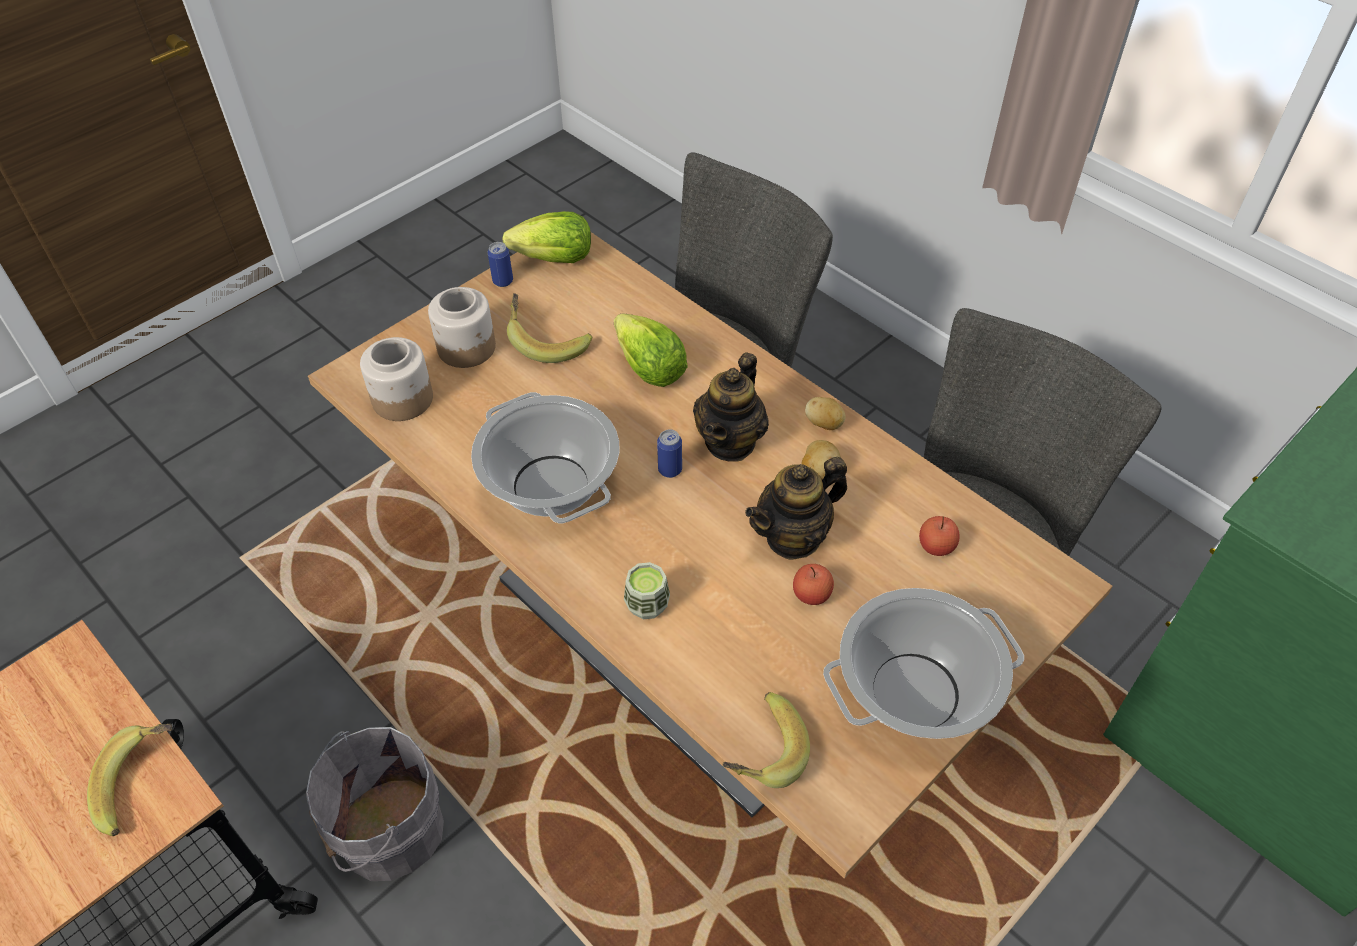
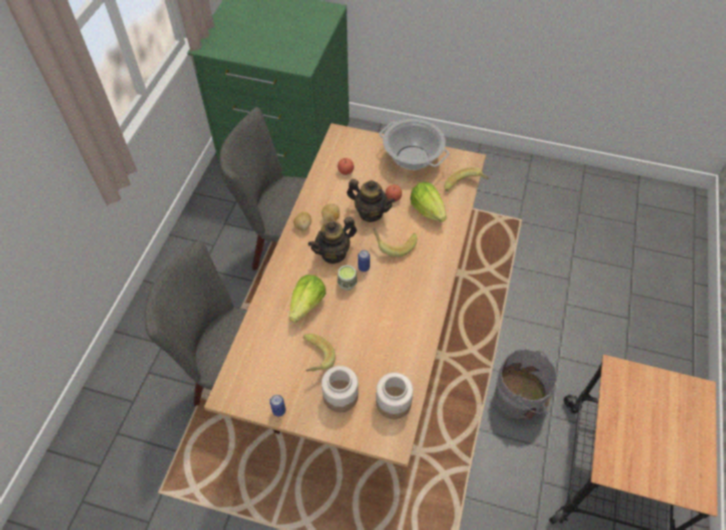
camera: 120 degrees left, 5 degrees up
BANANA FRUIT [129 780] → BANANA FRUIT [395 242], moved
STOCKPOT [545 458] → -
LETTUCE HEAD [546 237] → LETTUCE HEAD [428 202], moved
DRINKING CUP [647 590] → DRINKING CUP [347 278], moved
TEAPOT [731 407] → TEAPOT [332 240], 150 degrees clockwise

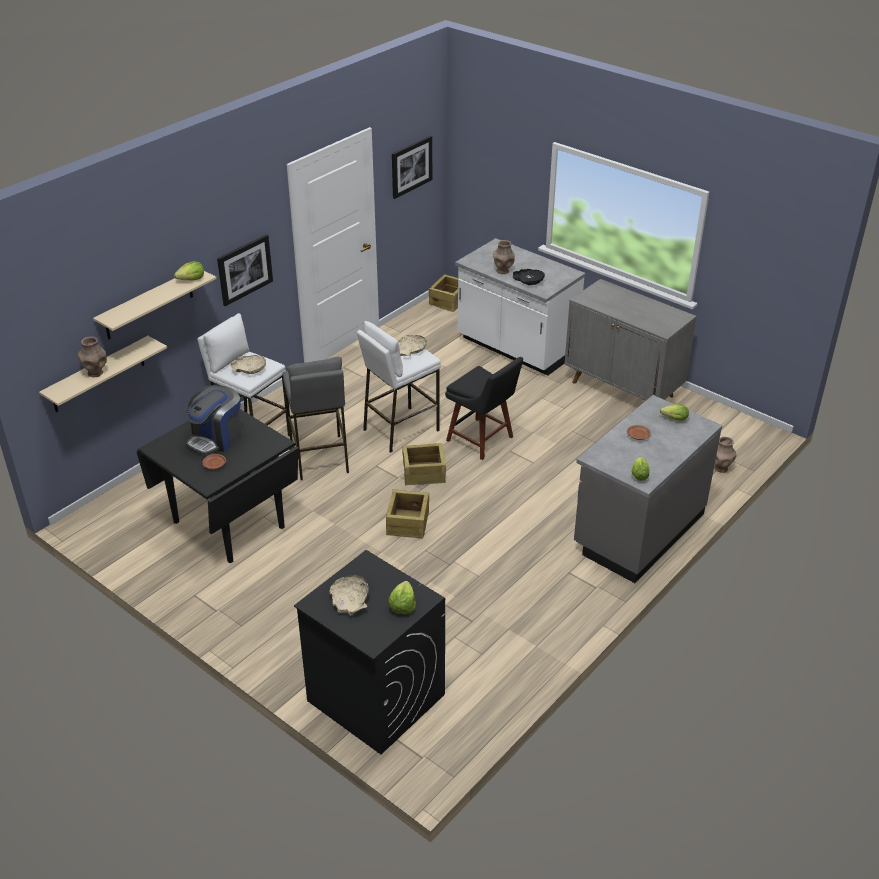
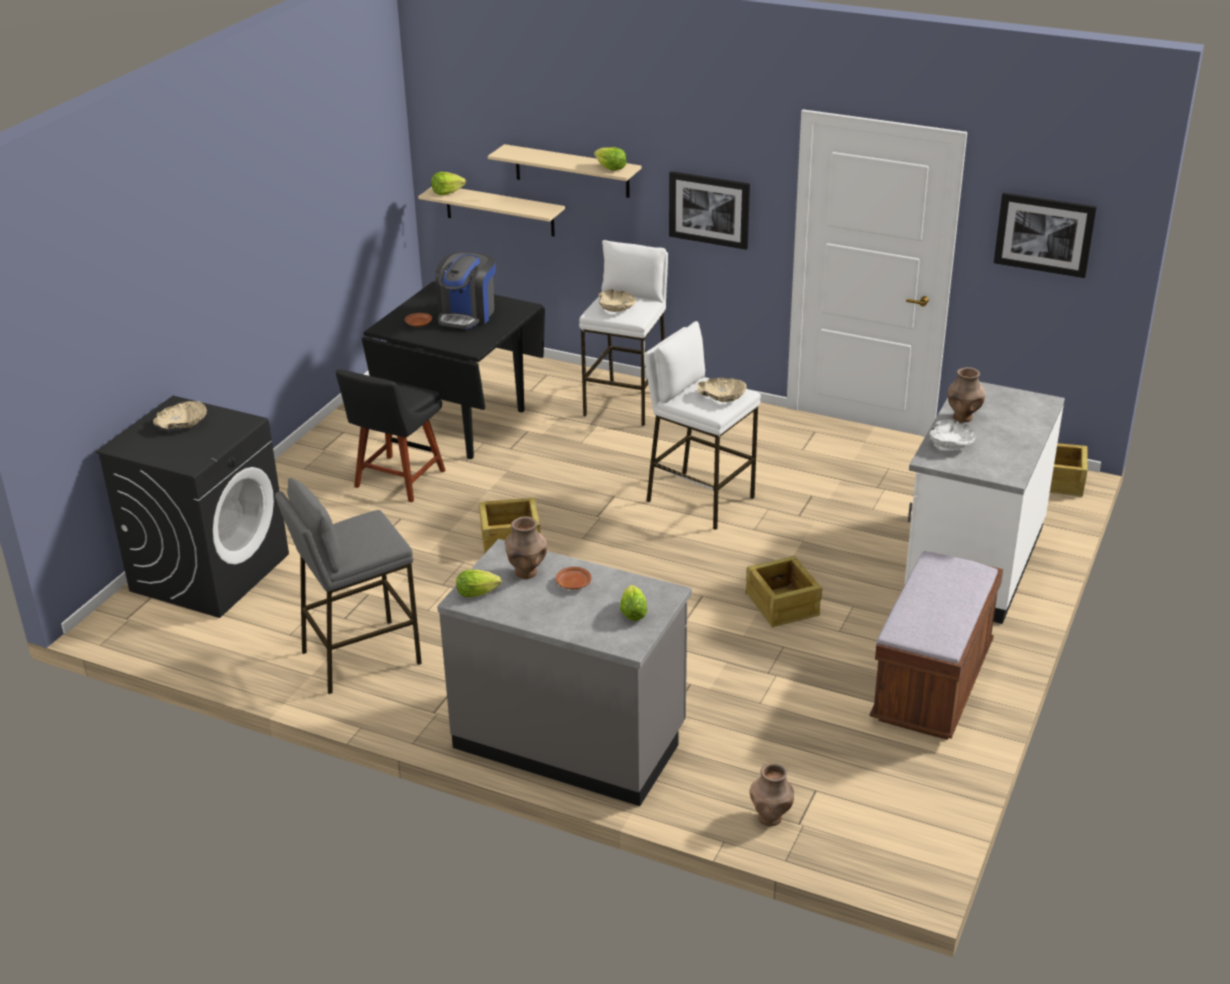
camera: 75 degrees right, 5 degrees down
BROWN-COLOURED FLOWER VASE [92 357] → BROWN-COLOURED FLOWER VASE [526 547], moved
COFFEE MACHINE [213 420] → COFFEE MACHINE [465 290], 90 degrees counterclockwise
GRAY STOOL SEAT [315 418] → GRAY STOOL SEAT [348 586], moved
LETTUCE HEAD [402 597] → LETTUCE HEAD [448 183], moved
SHIPPING CRATE [424 464] → SHIPPING CRATE [783 591], moved
BLACK UPRIGHT CHAIR [484 408] → BLACK UPRIGHT CHAIR [391 435], moved
BLACK SERVING BOWL [529 277] → WHITISH SERVING BOWL [952 434]
GRAY STORAGE CABINET [630 340] → BROWN-COLOURED BENCH [936 645]

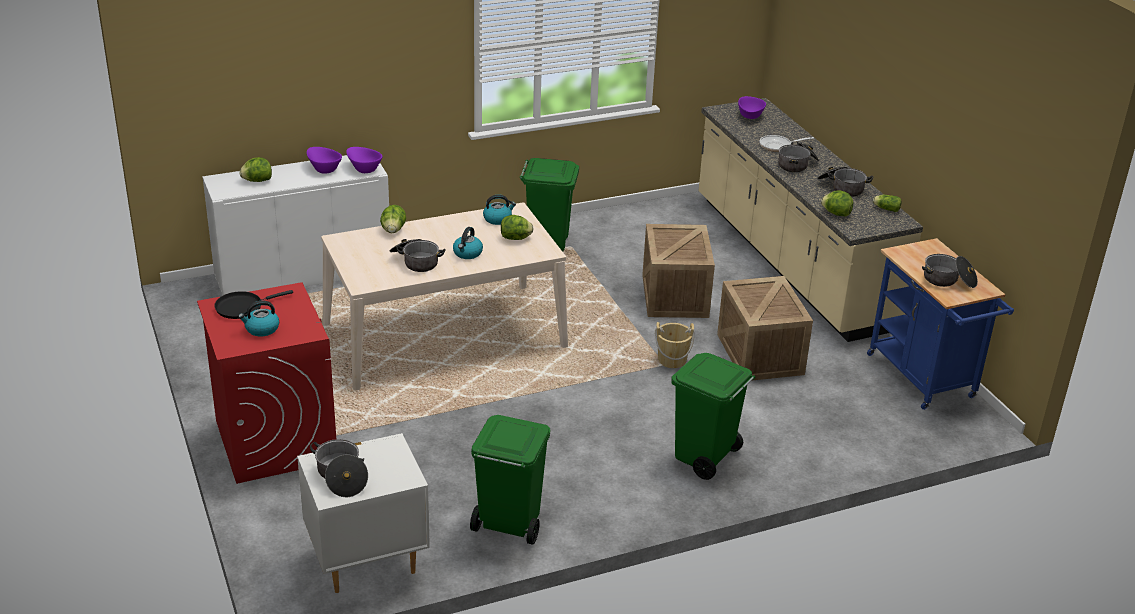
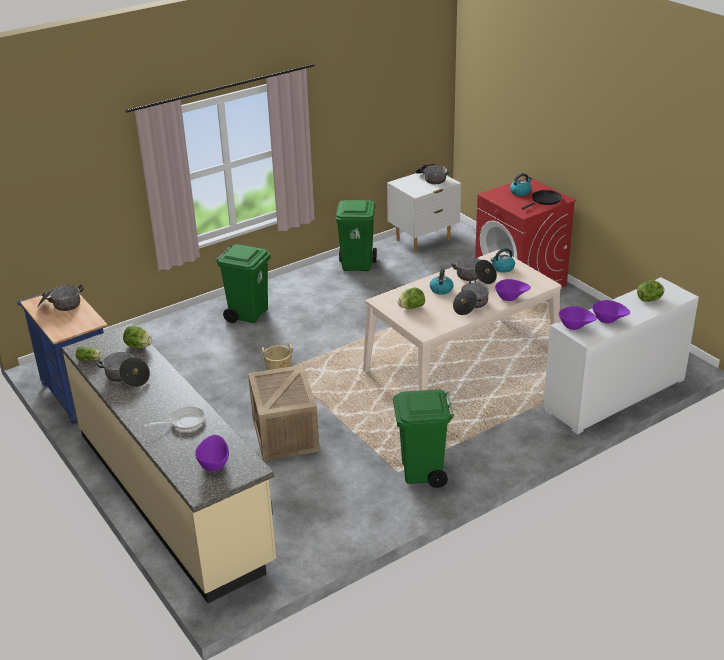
camera: 170 degrees right, 0 degrees up
LETTUCE HEAD [393 219] → PURPLE-COLOURED SERVING BOWL [513 290]
WATER KETTLE [499 210] → WATER KETTLE [502 260], moved
SHIPPING CRATE [765 328] → -
STOCKPOT [798 156] → STOCKPOT [471 297], moved

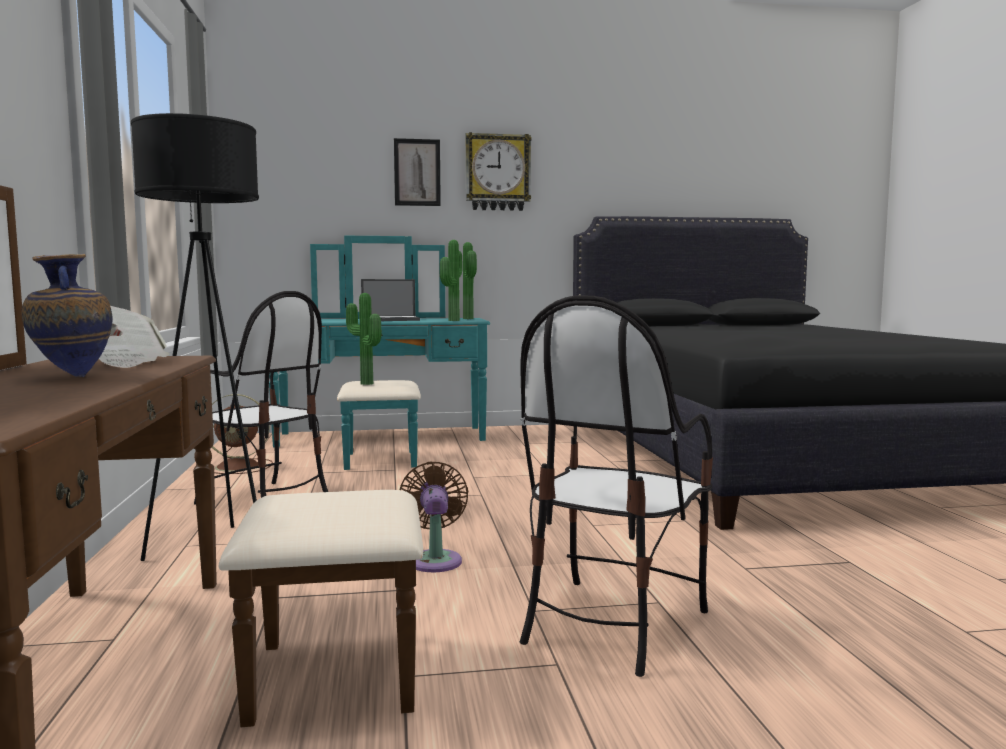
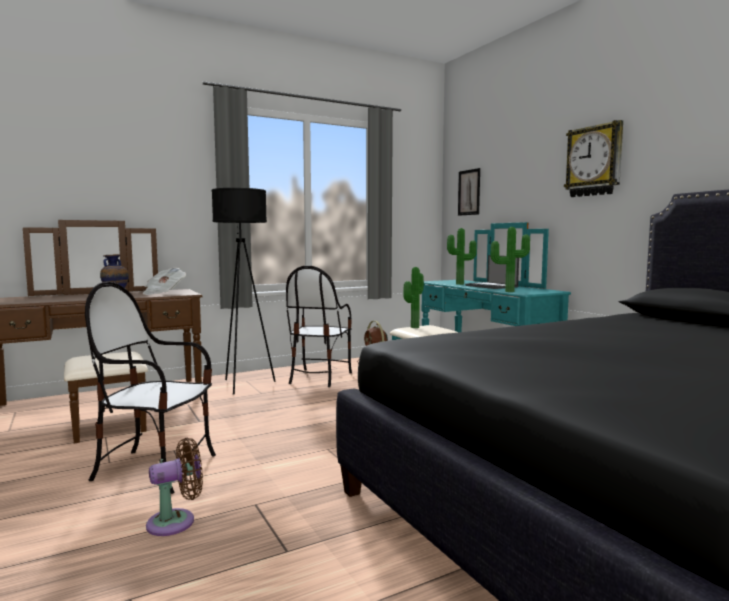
camera: 70 degrees right, 0 degrees up
PICTURE [417 172] → PICTURE [469 192], moved
BROWN-COLOURED COOLING FAN [434 516] → BROWN-COLOURED COOLING FAN [174 486], moved
PLANT IN A POT [470 280] → PLANT IN A POT [462 256], moved

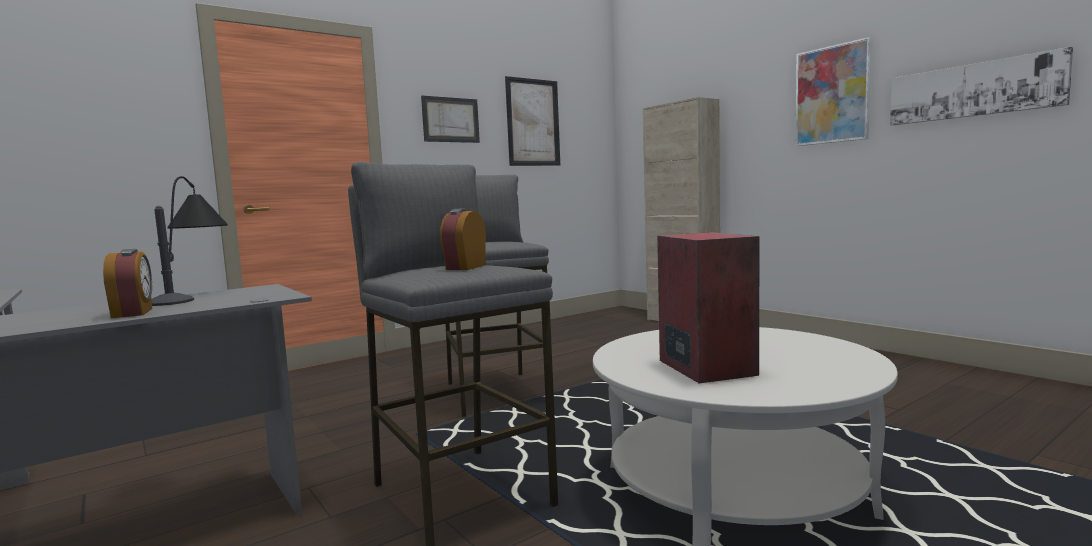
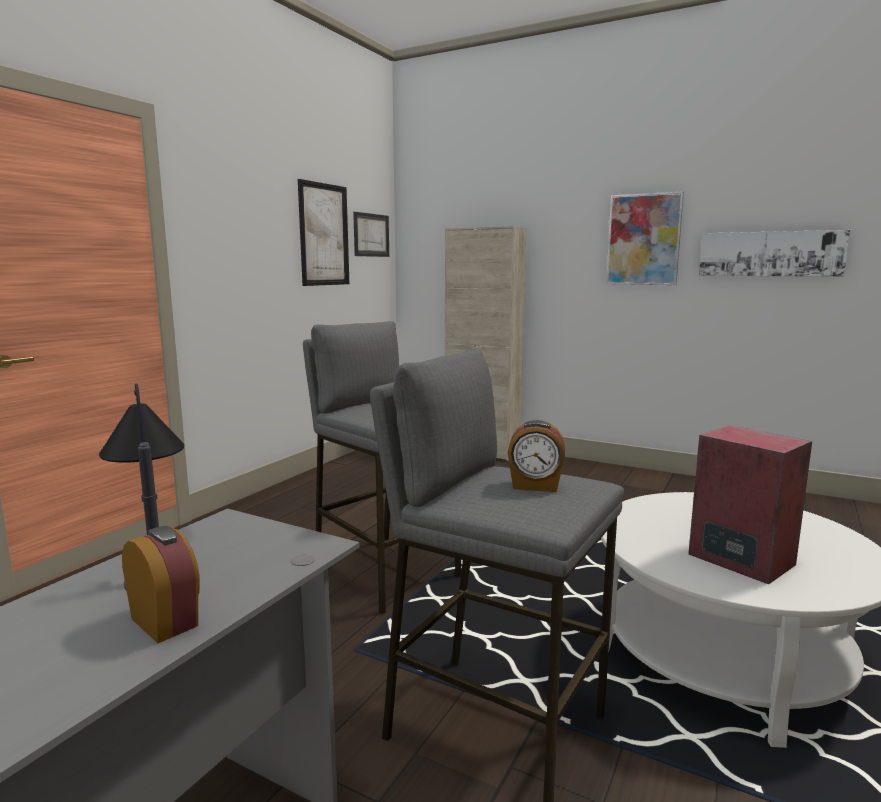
camera: 25 degrees left, 5 degrees up
PICTURE [450 119] → PICTURE [371 234], moved
TABLE CLOCK [463 239] → TABLE CLOCK [536 456], 75 degrees counterclockwise

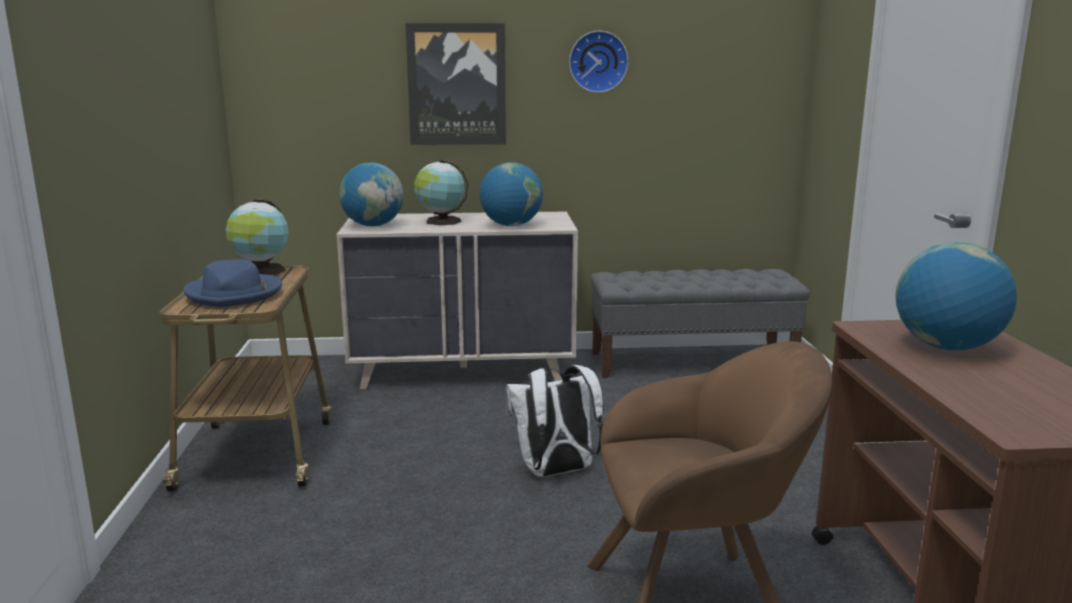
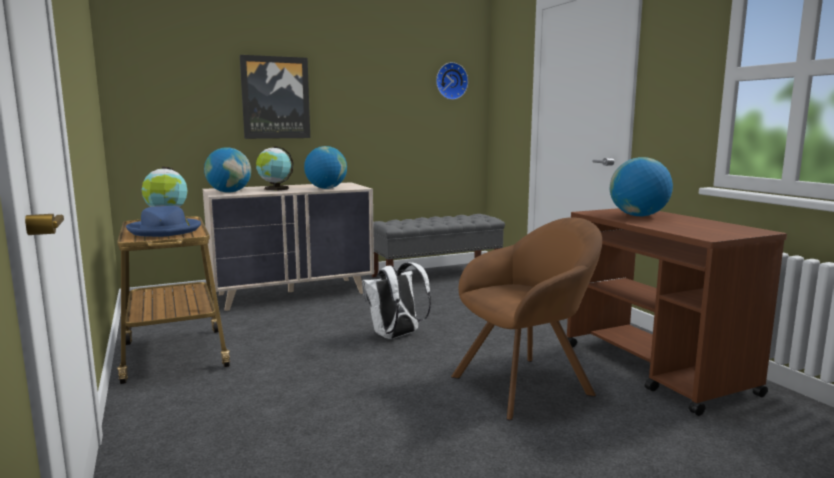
camera: 20 degrees left, 5 degrees down
HANGING CLOCK [599 62] → HANGING CLOCK [452 81], moved

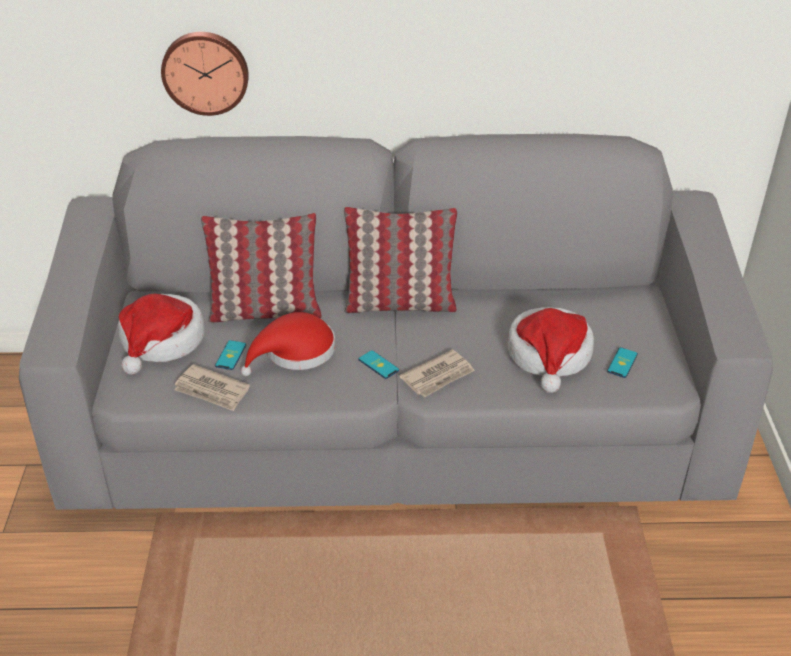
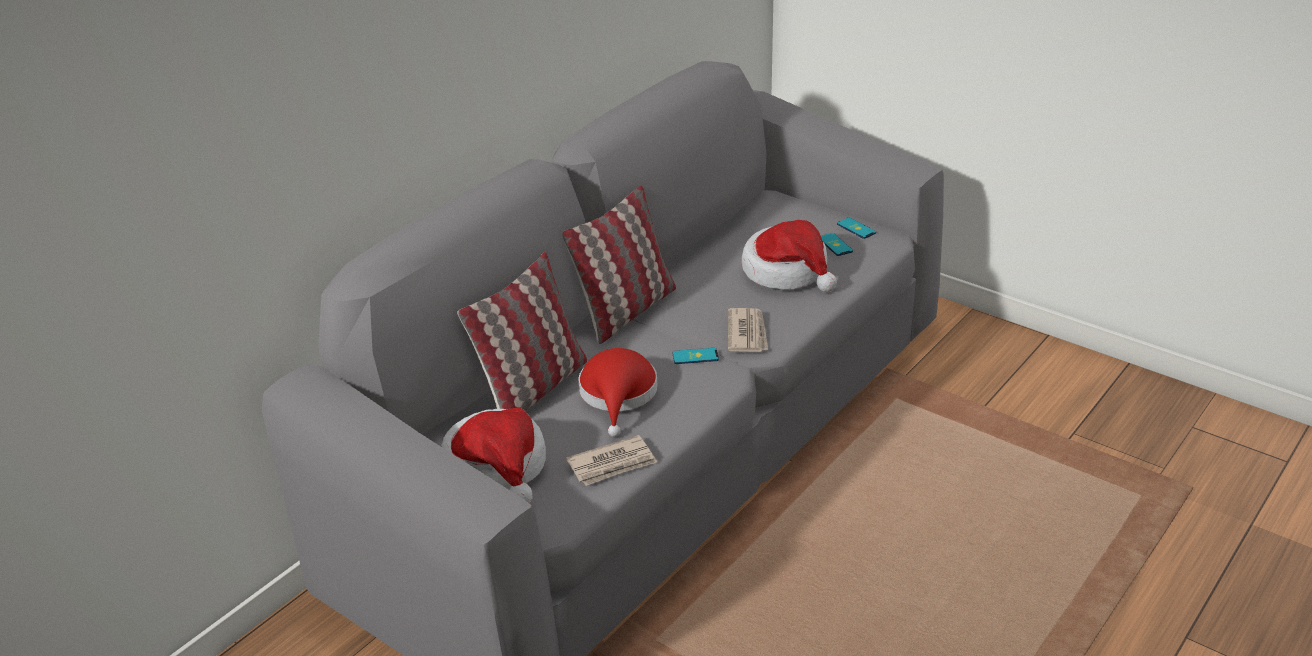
camera: 50 degrees left, 5 degrees down
HANGING CLOCK [205 74] → -
HANDSET [230 355] → HANDSET [856 228], moved

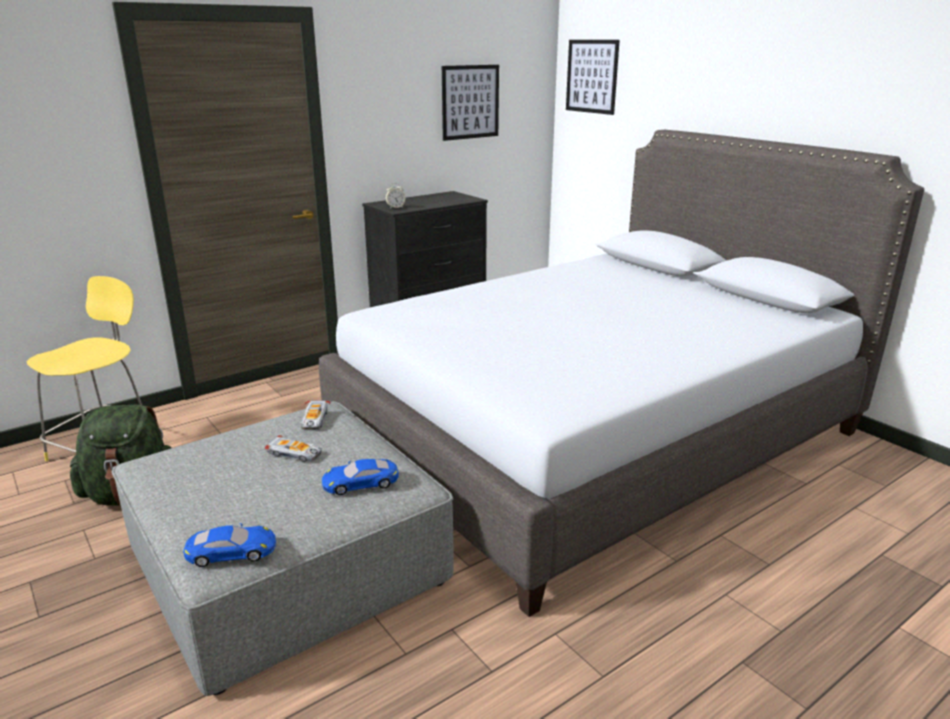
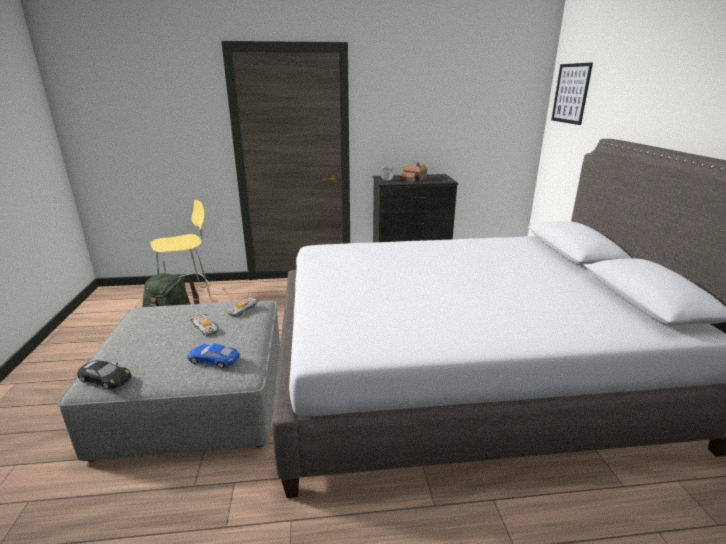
camera: 30 degrees right, 0 degrees up
BLUISH MODEL CAR [229 545] → BLACK MODEL CAR [104 375]
PICTURE [470 103] → -
- → TOY HOUSE [414 172]

